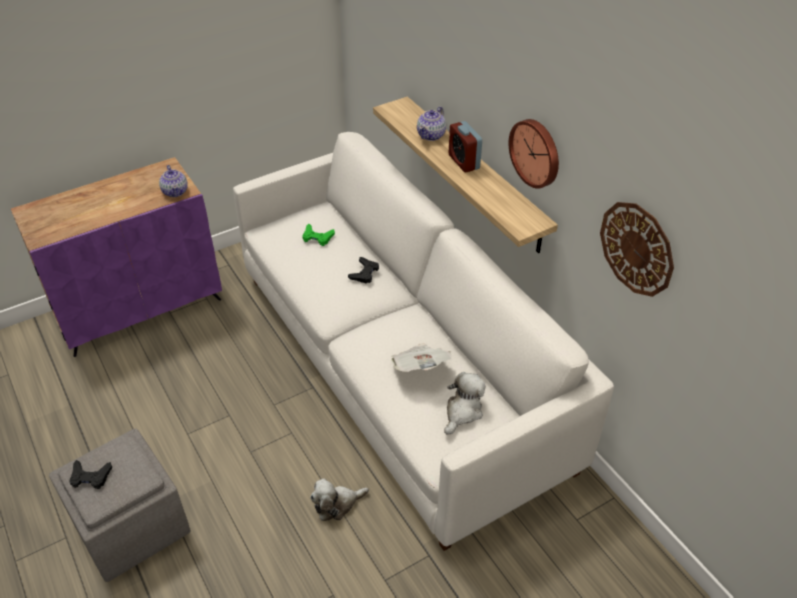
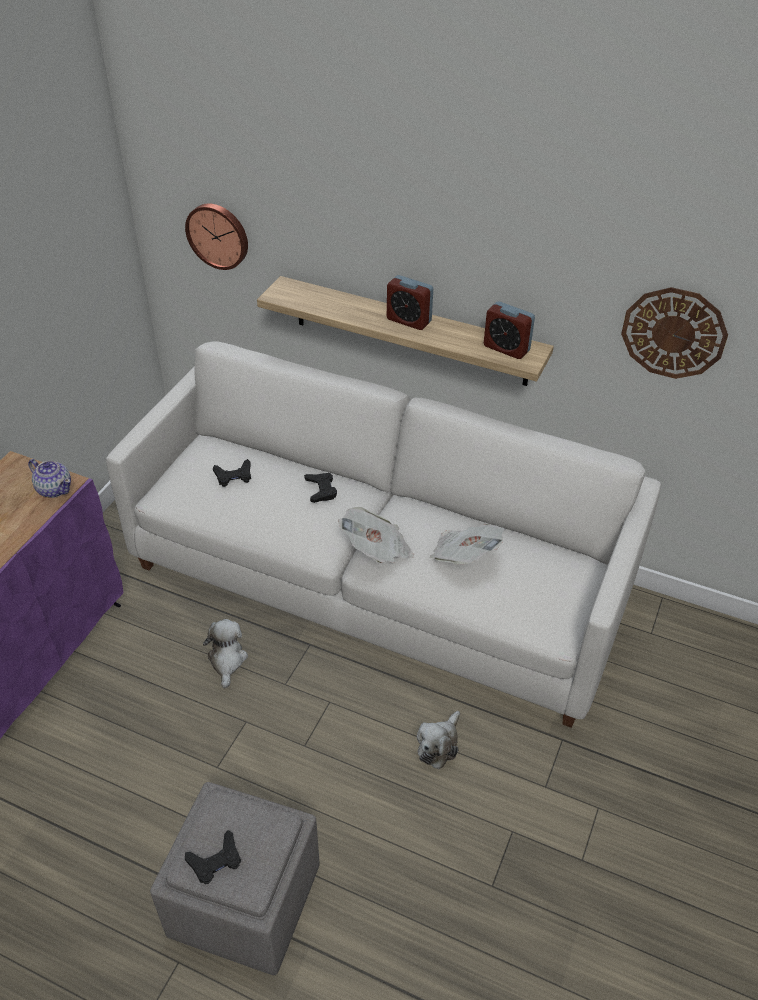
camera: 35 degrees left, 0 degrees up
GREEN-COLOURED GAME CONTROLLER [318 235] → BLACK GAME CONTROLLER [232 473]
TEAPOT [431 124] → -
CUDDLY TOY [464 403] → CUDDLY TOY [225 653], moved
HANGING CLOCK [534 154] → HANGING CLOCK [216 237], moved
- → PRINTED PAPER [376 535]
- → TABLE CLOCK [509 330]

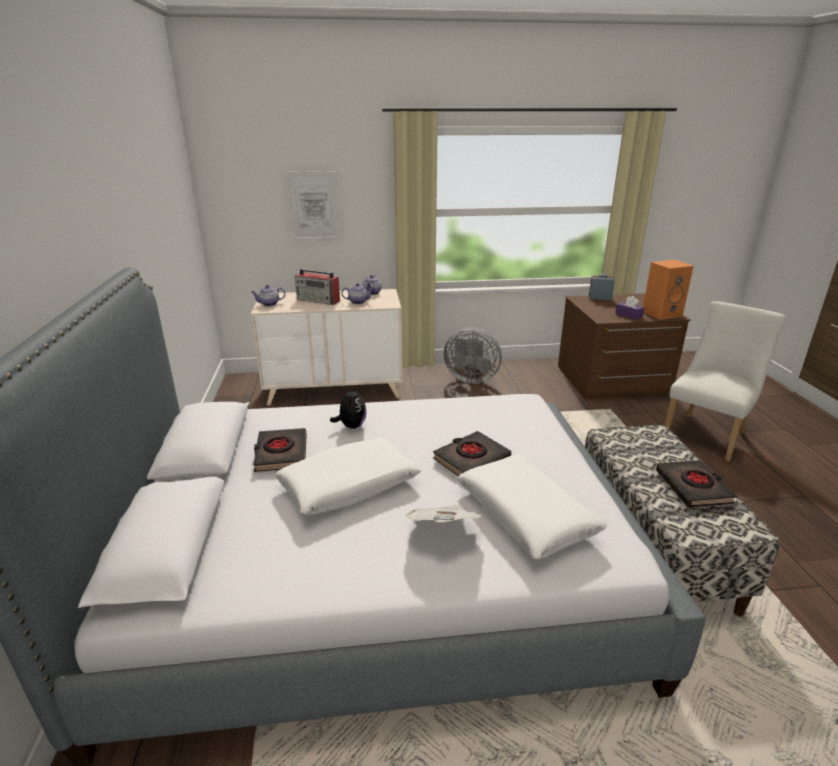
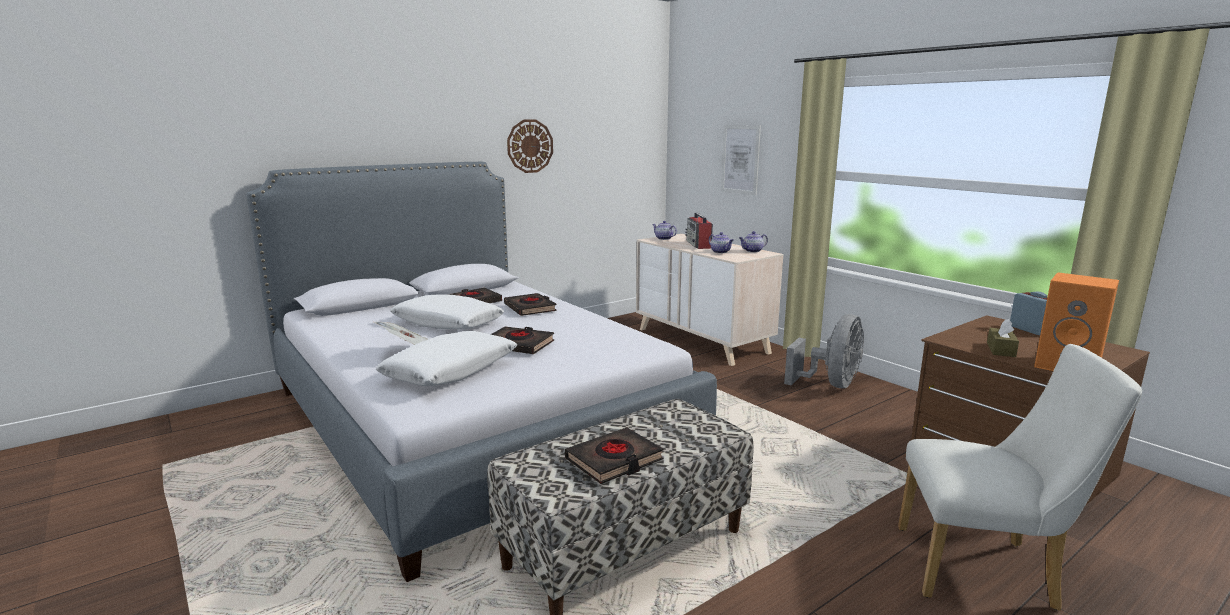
camera: 60 degrees right, 10 degrees down
CUDDLY TOY [348 407] → BLACK BOOK [530 304]
GRAY COOLING FAN [473 355] → GRAY COOLING FAN [824 351], 135 degrees counterclockwise
PURPLE-COLOURED TISSUE HOLDER [629 308] → BROWN-COLOURED TISSUE HOLDER [1003 338]
- → HANGING CLOCK [530 146]

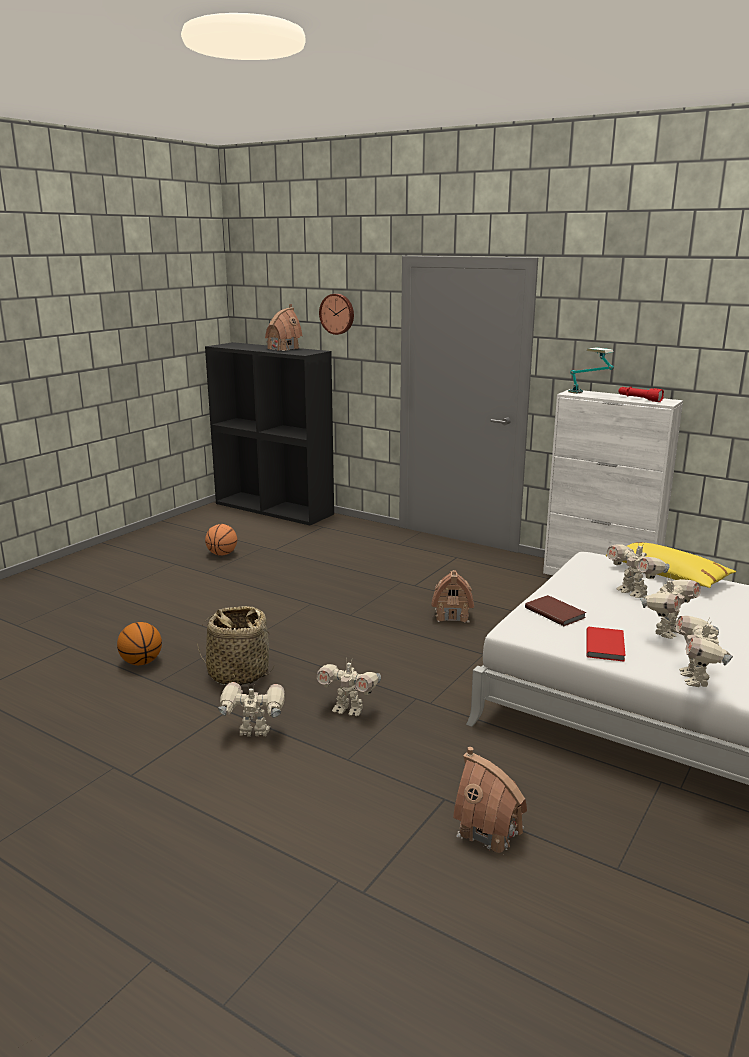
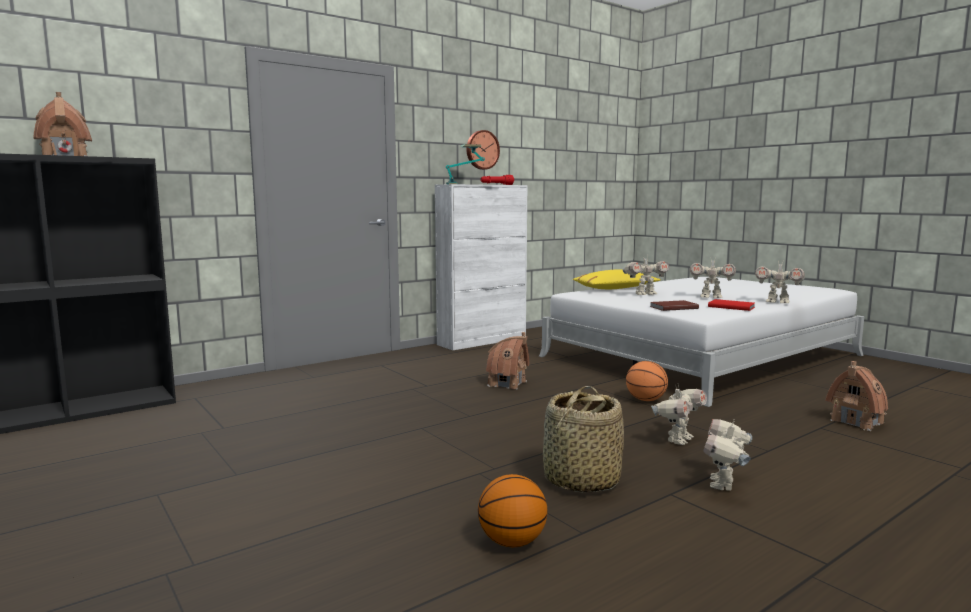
camera: 70 degrees left, 10 degrees down
BASKETBALL BALL [221 540] → BASKETBALL BALL [647 381], moved
HANGING CLOCK [336 314] → HANGING CLOCK [483 150], moved
MODEL ROBOT [670 606] → MODEL ROBOT [713 279], 135 degrees clockwise

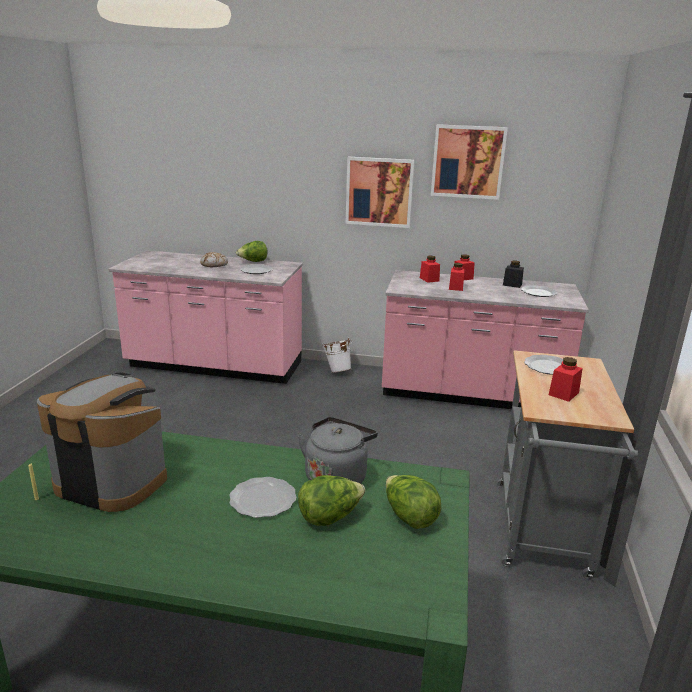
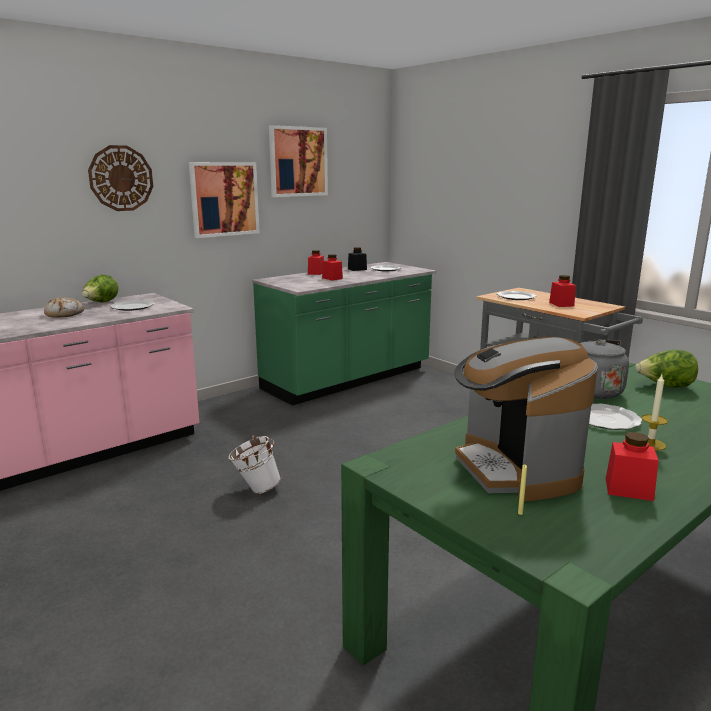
camera: 50 degrees left, 5 degrees down
COFFEE MACHINE [102 442] → COFFEE MACHINE [526 419], 75 degrees counterclockwise
LETTUCE HEAD [331 500] → -
WHITISH PAIL [337 355] → WHITISH PAIL [254 464], moved
PINK KITCHEN BASE UNIT [485 339] → GREEN-COLOURED KITCHEN BASE UNIT [344 334]
RED-COLOURED STORAGE JAR [430 269] → RED-COLOURED STORAGE JAR [632 466], moved
- → HANGING CLOCK [120 178]
- → WAX CANDLE [654 413]

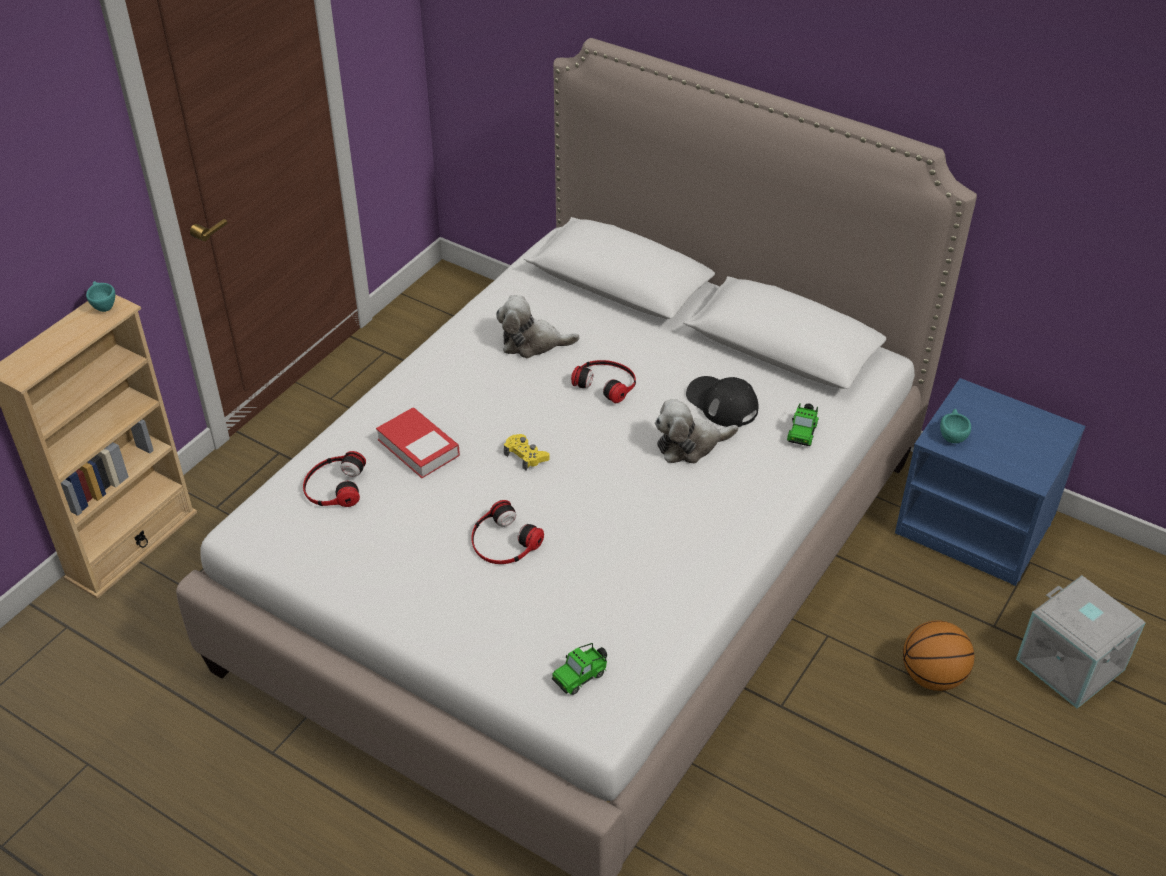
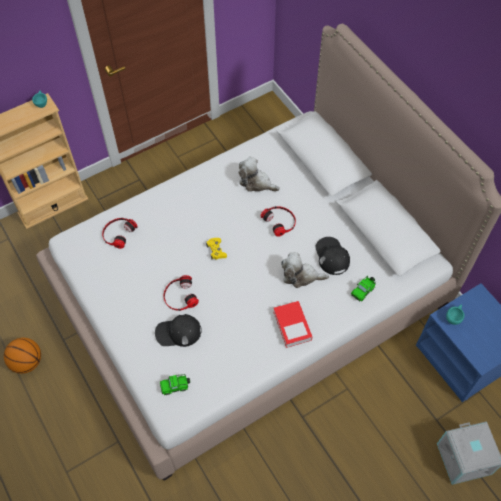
camera: 25 degrees right, 15 degrees up
BOOK [418 442] → BOOK [292 324], moved
BASKETBALL BALL [938 656] → BASKETBALL BALL [22 356], moved
- → BLACK CAP [178 330]

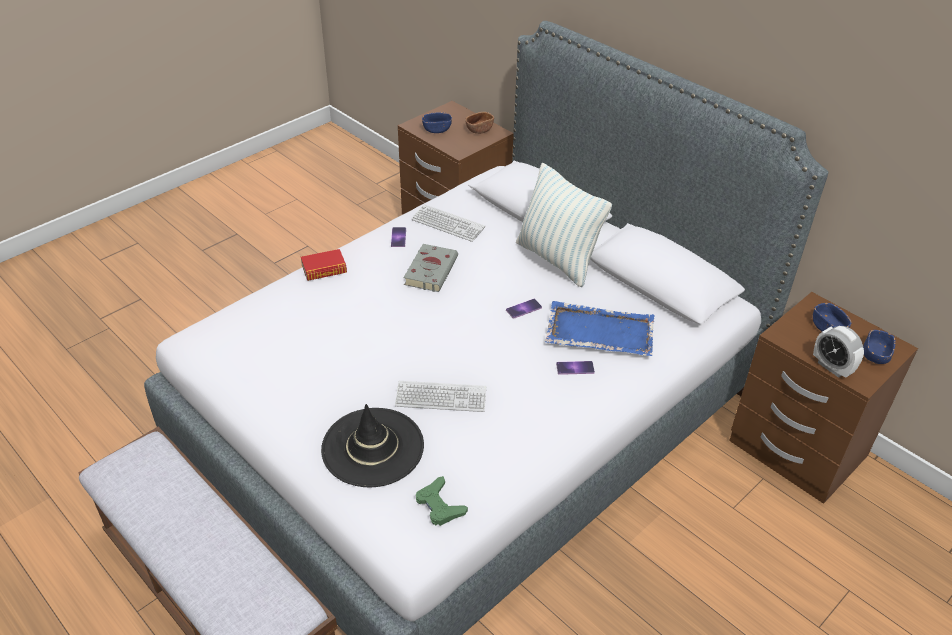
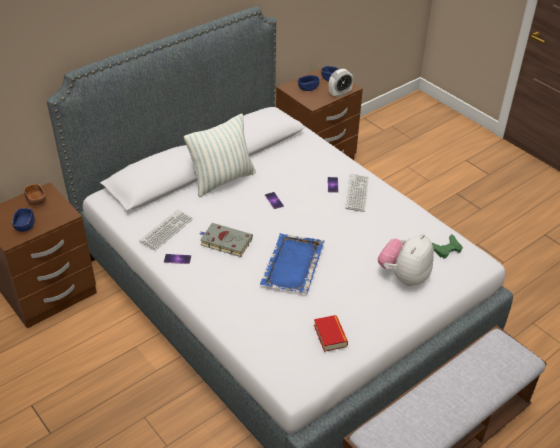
camera: 85 degrees left, 0 degrees up
BOOK [324 265] → BOOK [331 333], moved
BLACK HAT [372 446] → CUDDLY TOY [406 260]
PC KEYBOARD [440 396] → PC KEYBOARD [357 192], moved
BLUISH TRAY [600 328] → BLUISH TRAY [292 263], moved

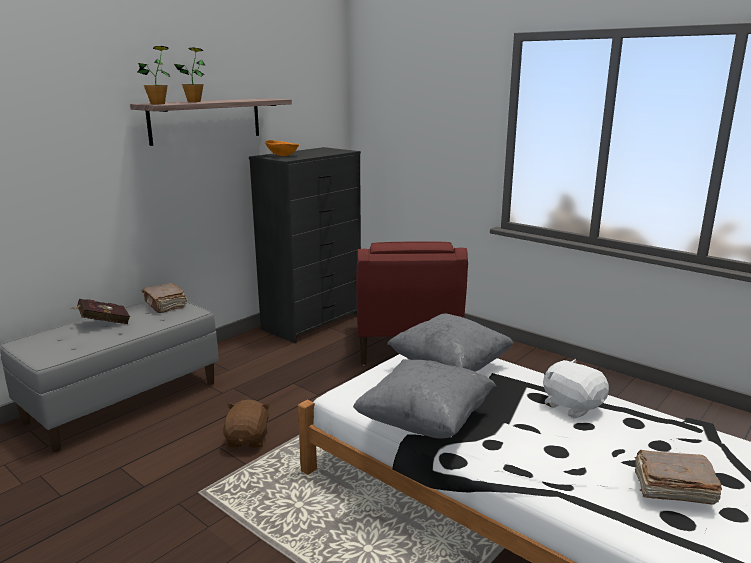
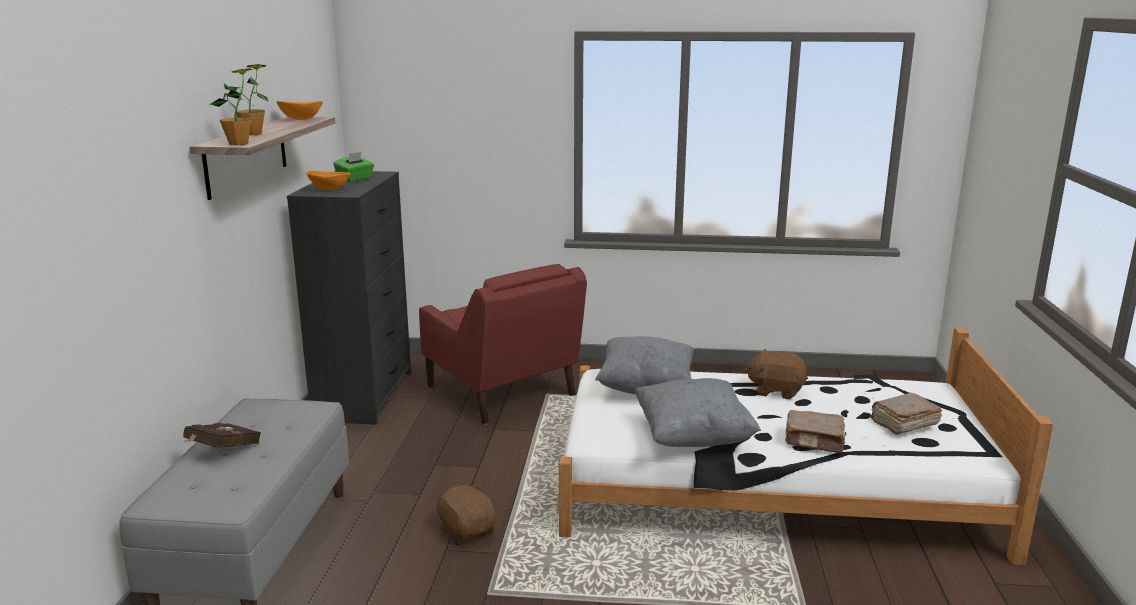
camera: 35 degrees left, 0 degrees up
BROWN-COLOURED BOOK [164 298] → BROWN-COLOURED BOOK [815 431], moved
WHITISH CUDDLY TOY [576 388] → BROWN-COLOURED CUDDLY TOY [776 374]
- → ORANGE SERVING BOWL [299 110]
- → GREEN-COLOURED TISSUE HOLDER [353 167]

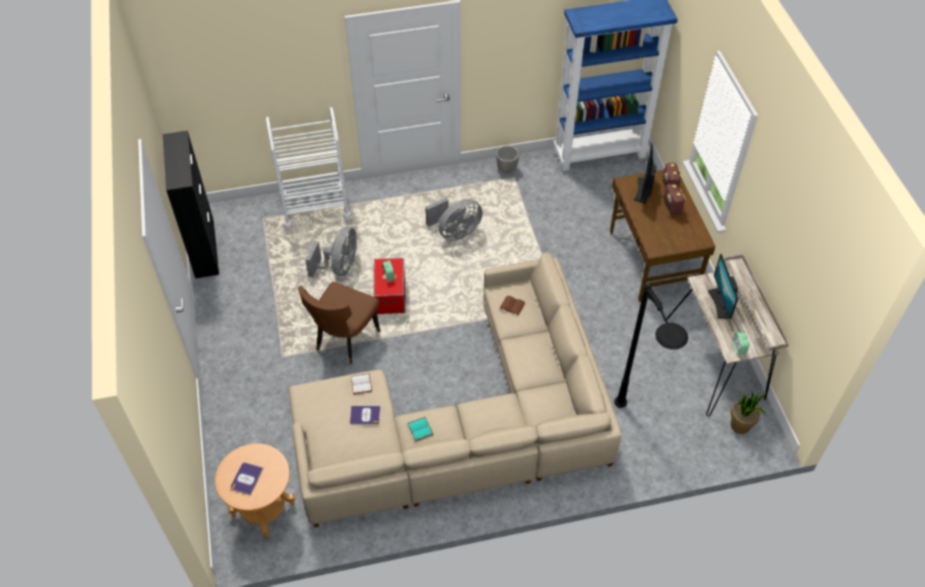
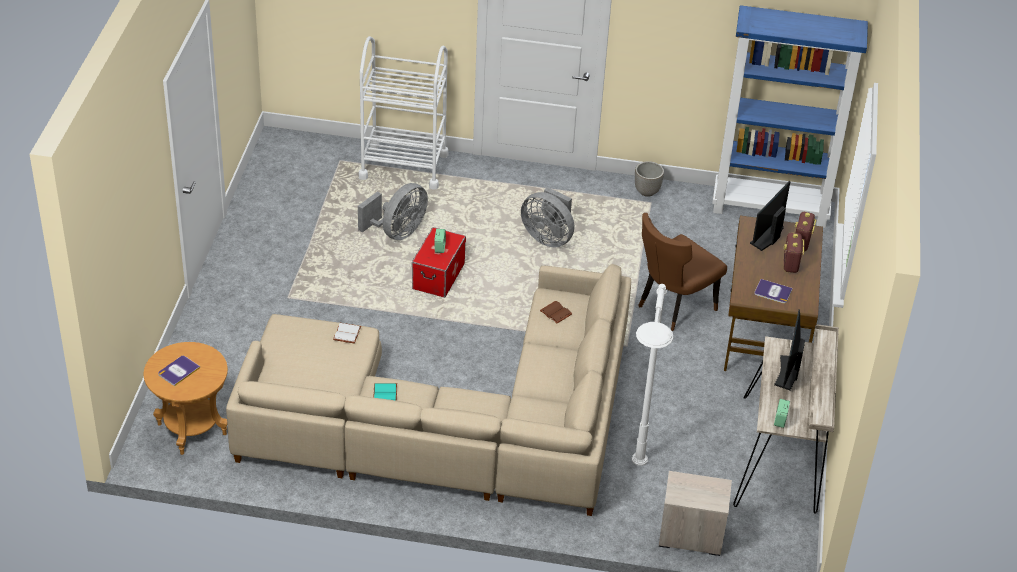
camera: 20 degrees right, 10 degrees down
BLACK STORAGE CABINET [191 205] → -
BROWN-COLOURED UPRIGHT CHAIR [339 323] → BROWN-COLOURED UPRIGHT CHAIR [682 272], moved
BOOK [365 415] → BOOK [773 291], moved
GRAY COOLING FAN [454 219] → GRAY COOLING FAN [547 217], 45 degrees clockwise
BLACK STANDING LAMP [651 345] → WHITISH STANDING LAMP [653 375]
PLANT IN A POT [749 412] → -
- → BEDSIDE TABLE [695 513]

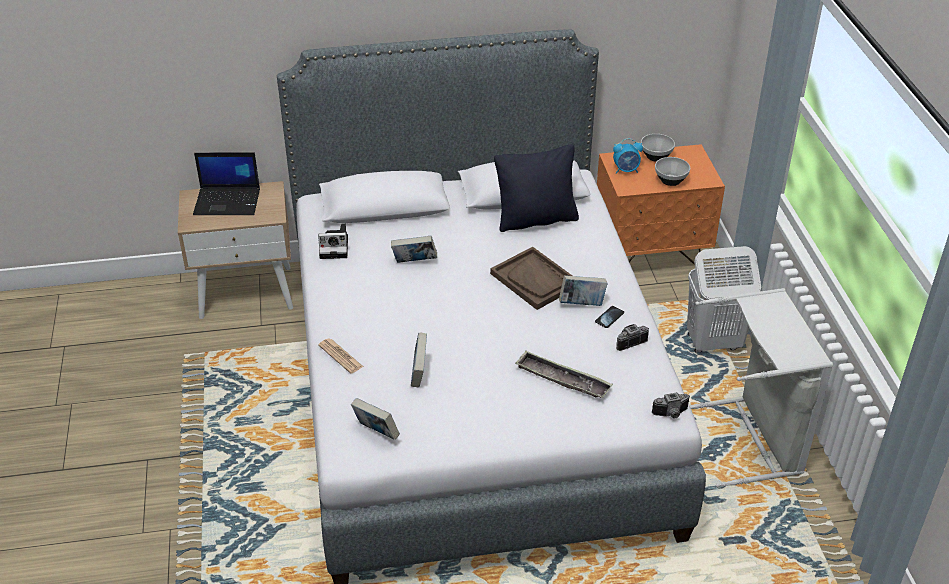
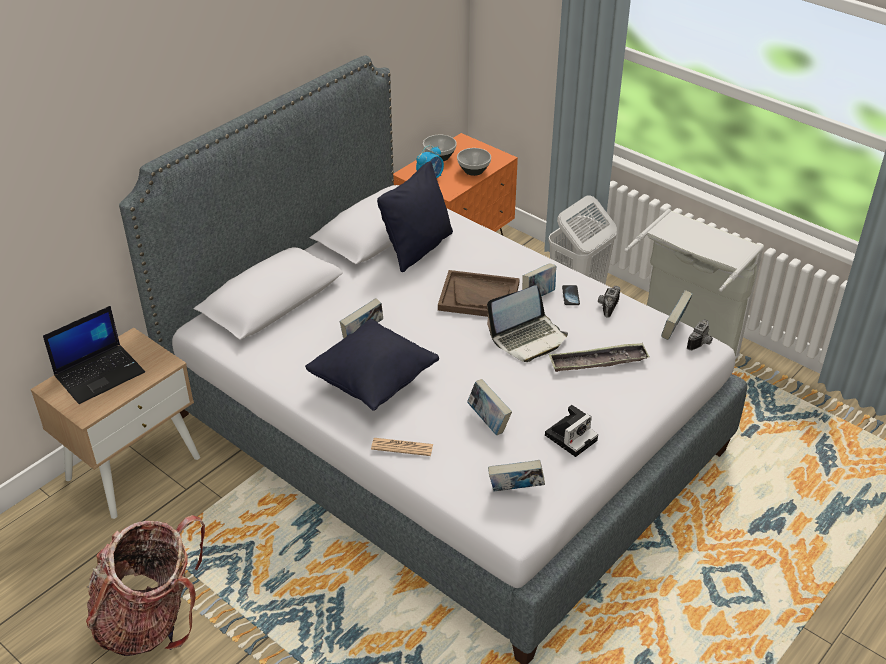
camera: 40 degrees left, 0 degrees up
STILL CAMERA [333 241] → STILL CAMERA [571 431], moved
- → RUCKSACK [145 585]
- → BLACK CUSHION [372 365]
- → LAPTOP [527 323]
- → BOOK [677 315]

